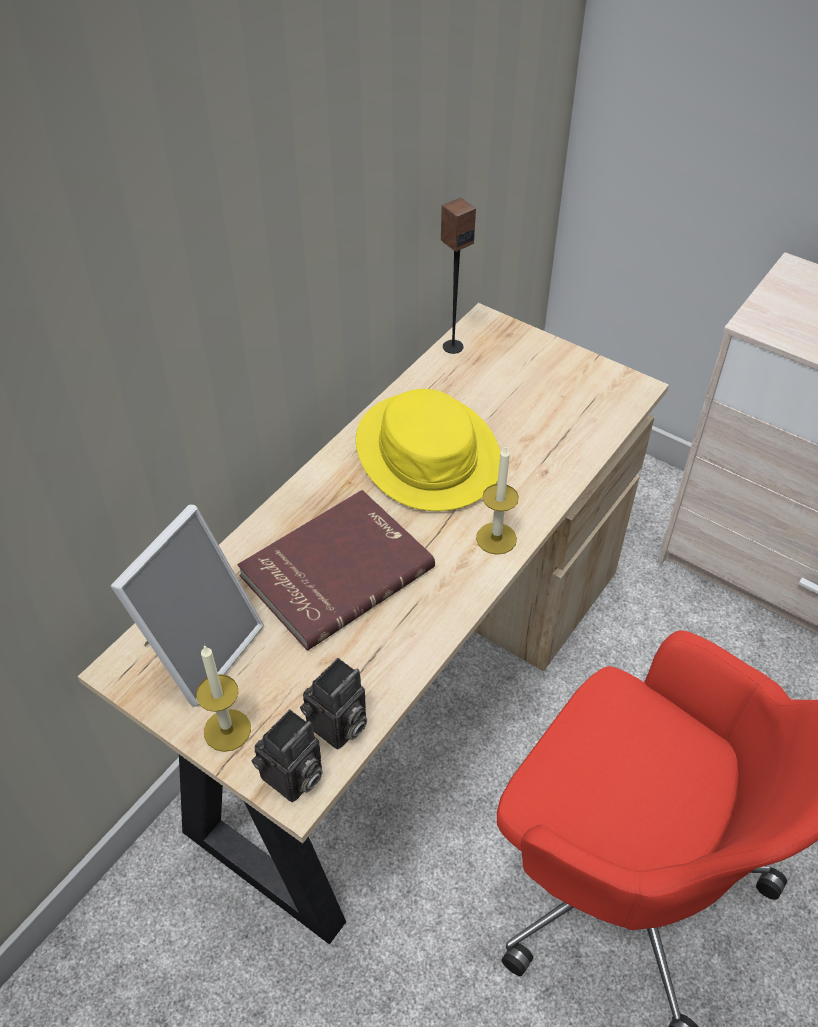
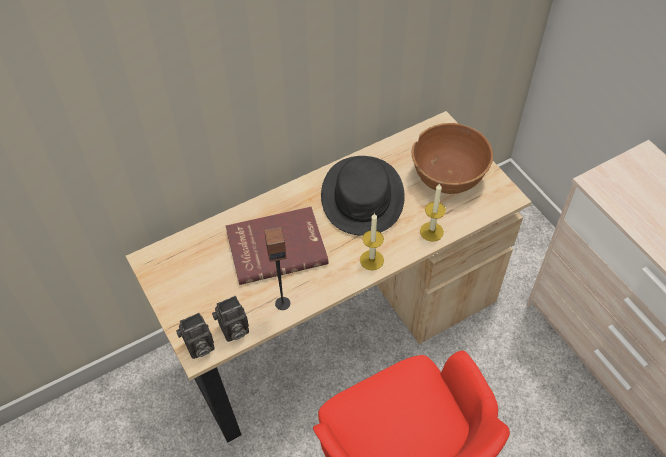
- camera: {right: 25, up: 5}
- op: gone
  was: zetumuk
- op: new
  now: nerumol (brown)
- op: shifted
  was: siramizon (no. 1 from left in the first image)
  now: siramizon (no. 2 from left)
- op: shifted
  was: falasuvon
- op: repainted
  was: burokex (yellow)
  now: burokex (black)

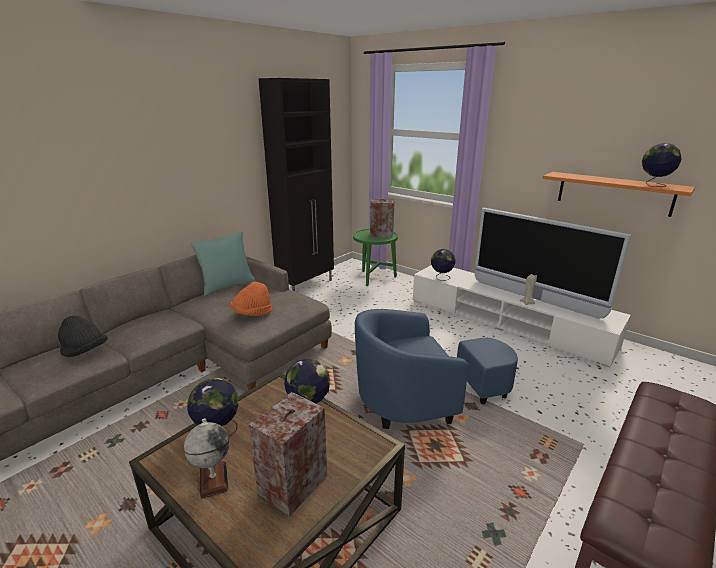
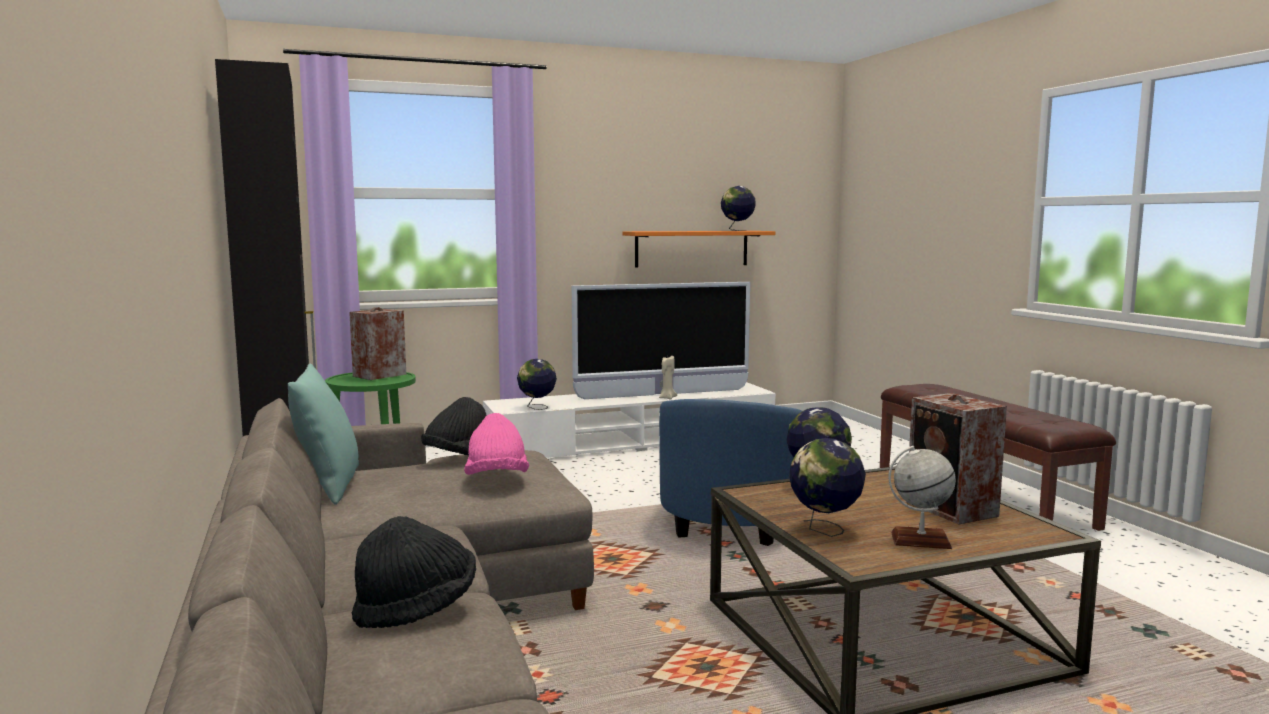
- camera: {right: -60, up: -15}
- op: new
  now: burokex (black) (no. 2 from left)
- op: repainted
  was: burokex (orange)
  now: burokex (pink)

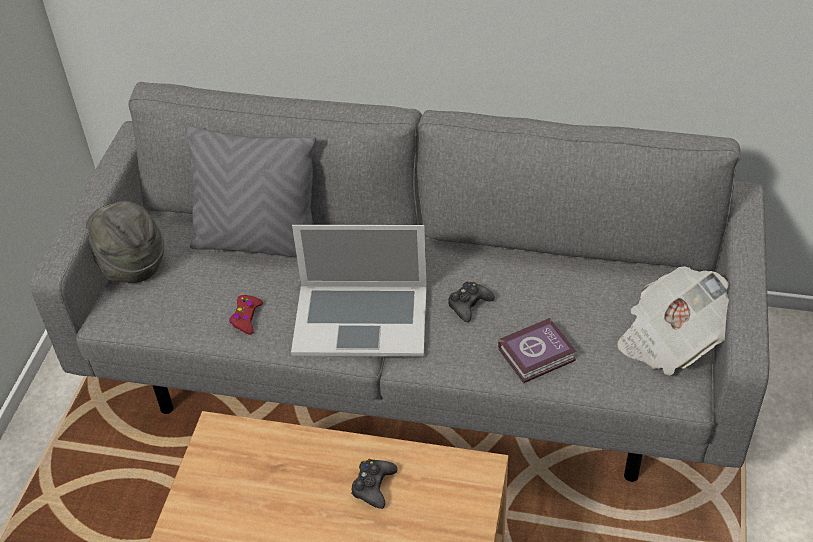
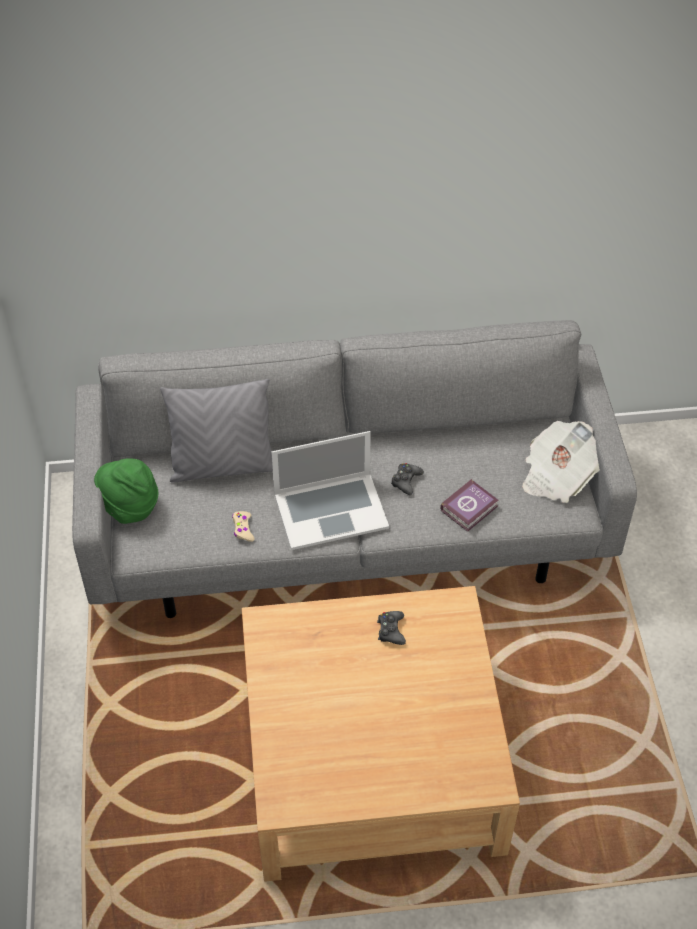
- camera: {right: -20, up: 5}
- op: repainted
  was: burokex (grey)
  now: burokex (green)
- op: repainted
  was: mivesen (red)
  now: mivesen (beige)

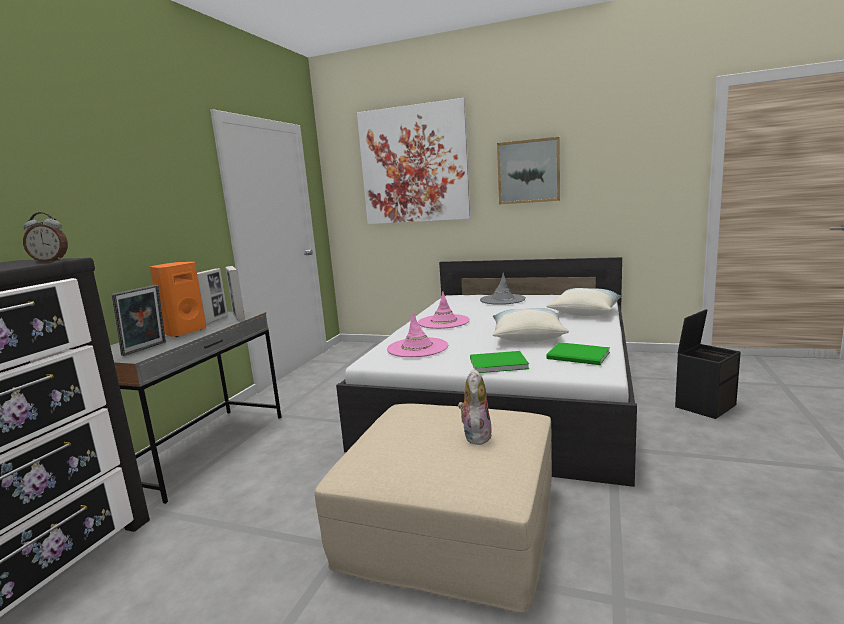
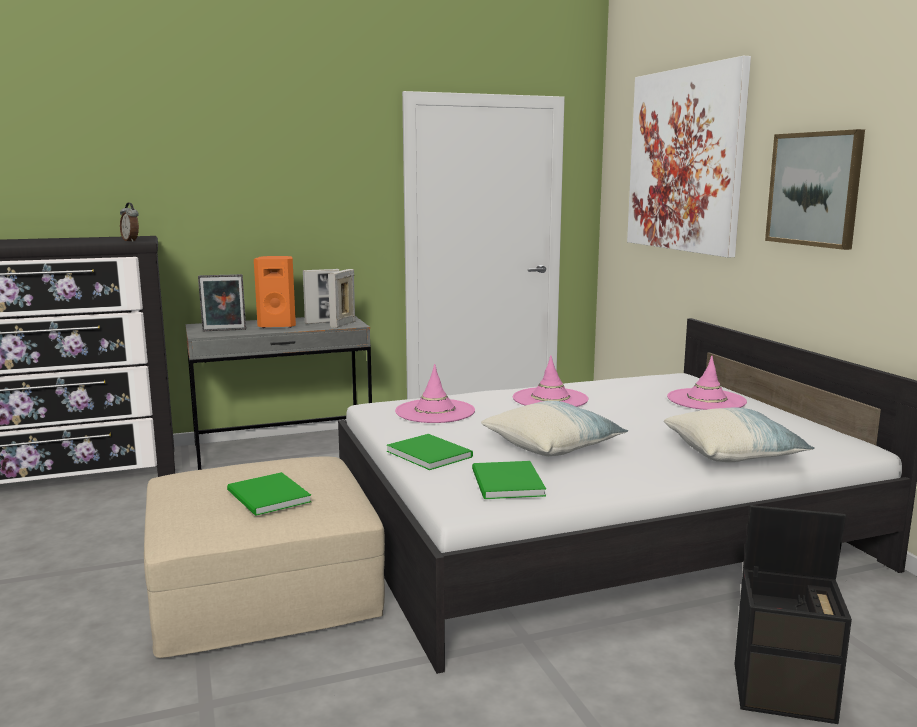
- camera: {right: 50, up: 0}
- op: swapped
  was: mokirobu
  now: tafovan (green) (no. 1 from left)
- op: repainted
  was: burokex (grey)
  now: burokex (pink) (no. 3 from left)

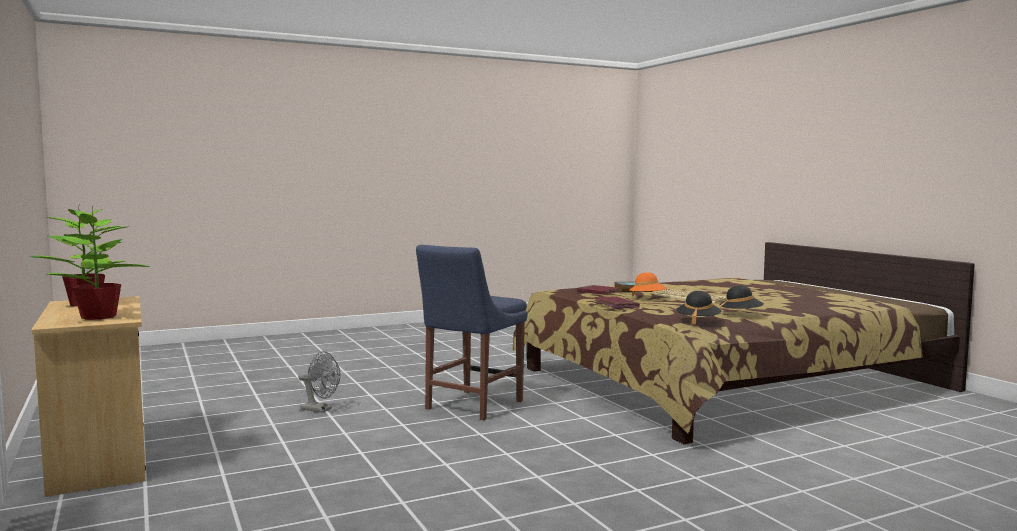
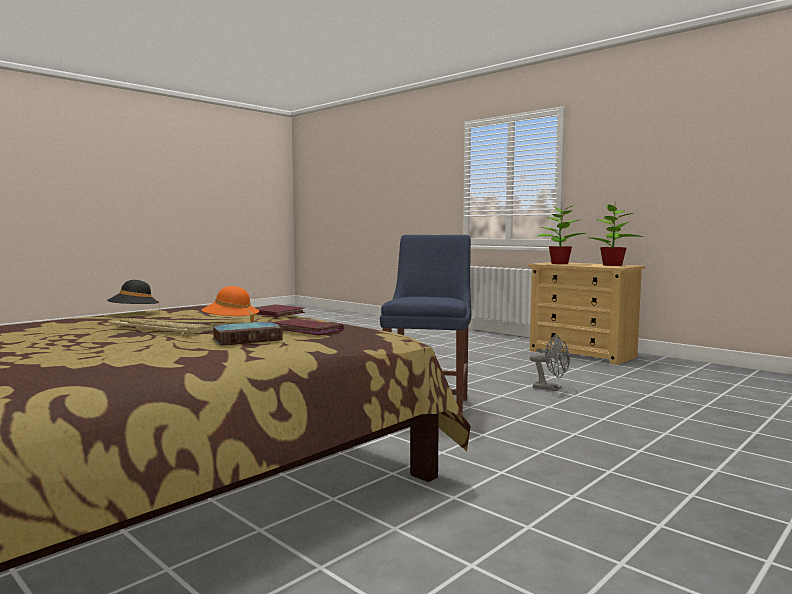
- camera: {right: 160, up: 0}
- op: gone
  was: burokex (black) (no. 1 from left)
- op: rotated
  was: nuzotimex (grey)
  clockwise: -150

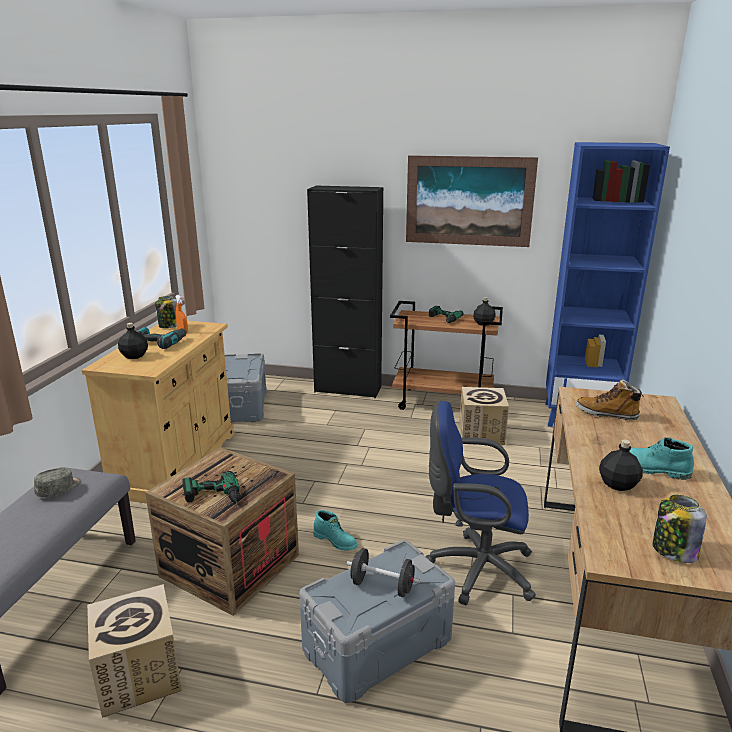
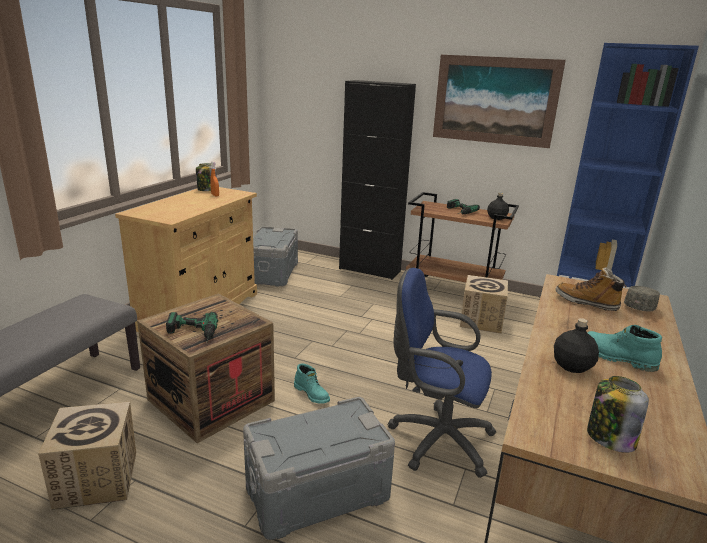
- camera: {right: 10, up: 0}
- op: gone
  was: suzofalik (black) (no. 1 from left)
- op: gone
  was: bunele (no. 1 from left)
- op: gone
  was: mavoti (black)
- op: shifted
  was: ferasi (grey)

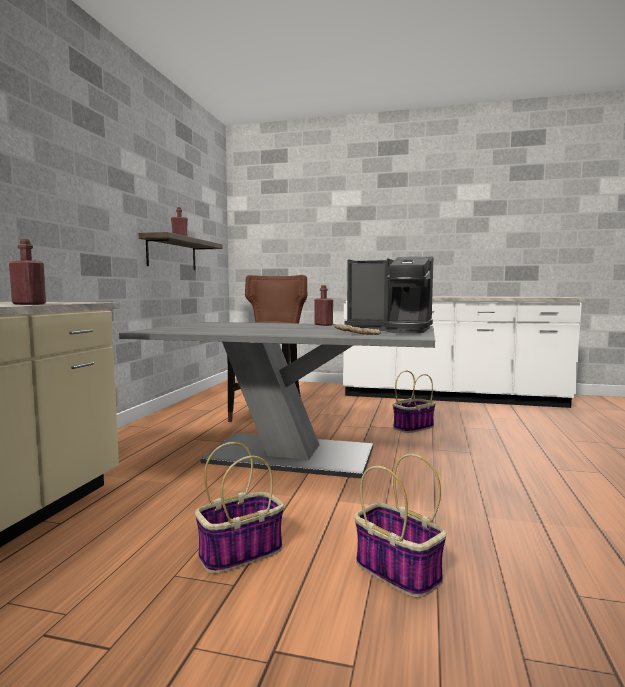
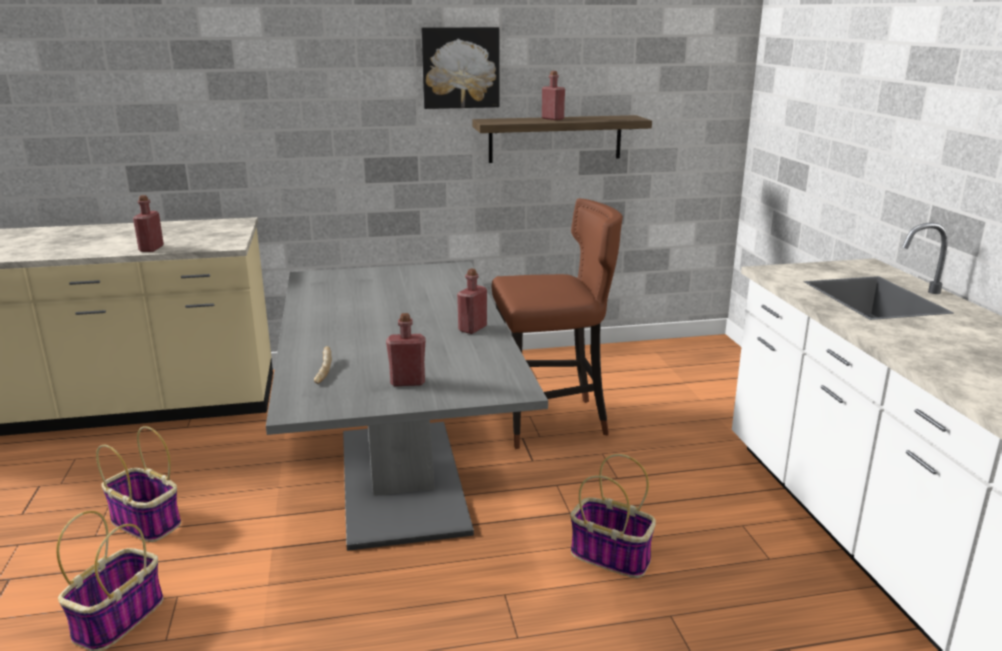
- camera: {right: 65, up: 15}
- op: new
  now: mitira
- op: swapped
  was: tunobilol
  now: suzofalik (red) (no. 2 from left)

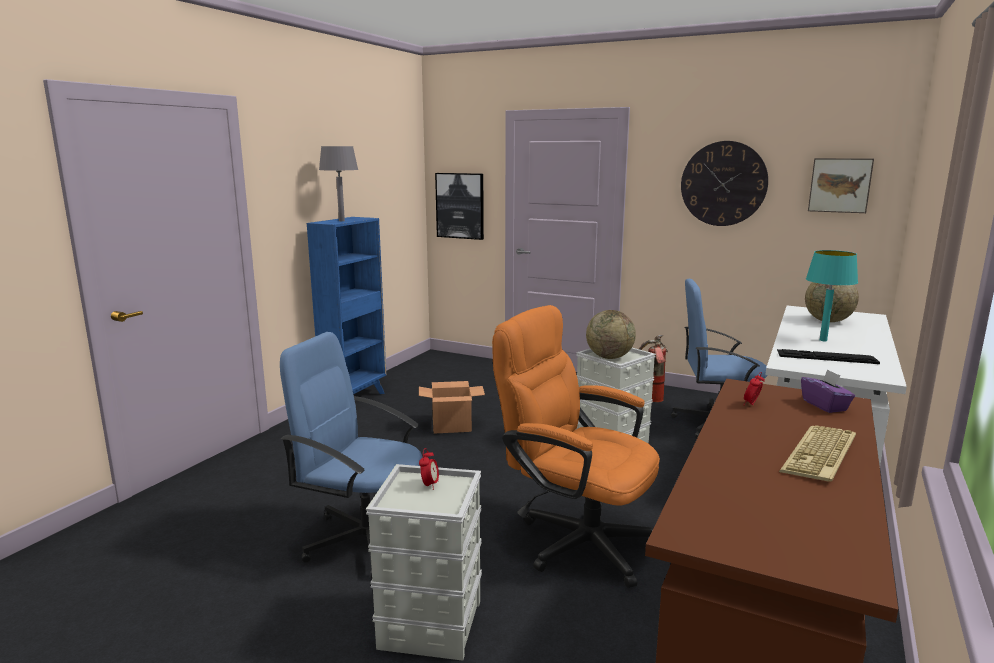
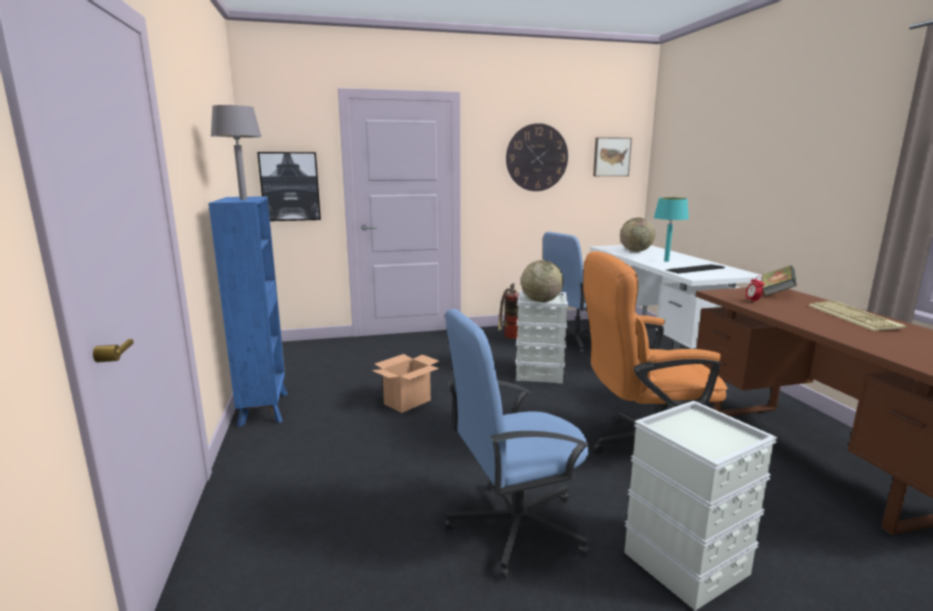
- camera: {right: -40, up: 0}
- op: gone
  was: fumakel (no. 1 from left)
- op: swapped
  was: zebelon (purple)
  now: tafovan

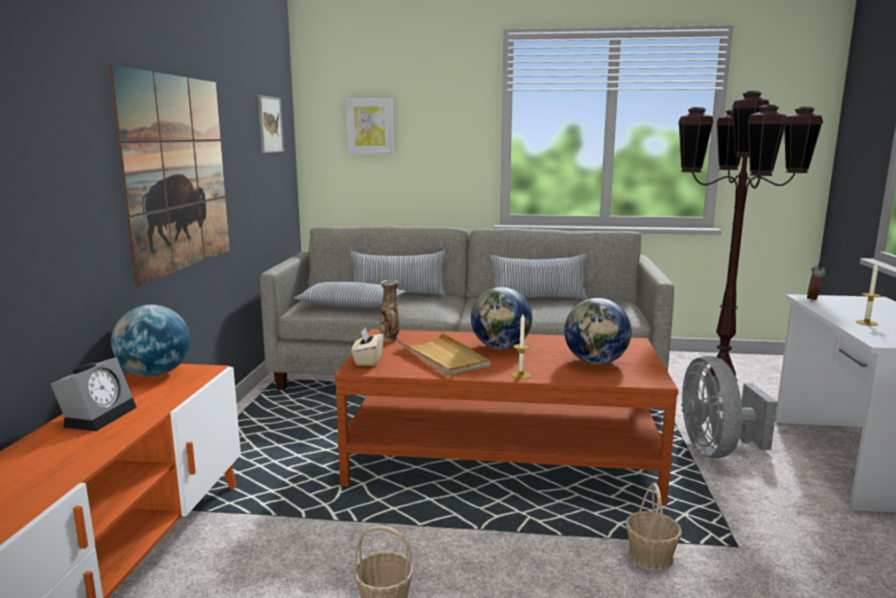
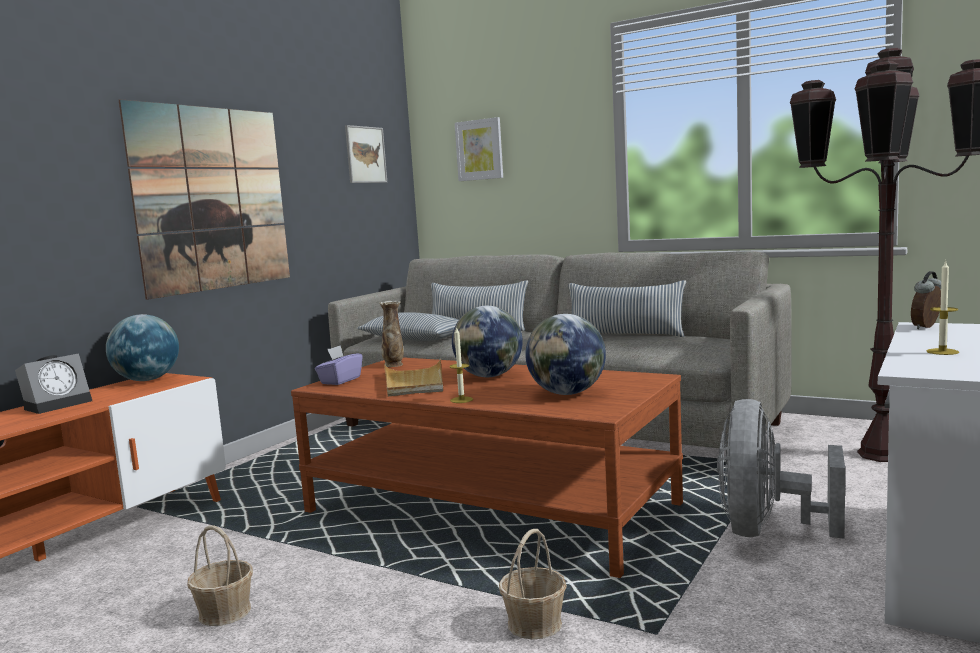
- camera: {right: 25, up: -5}
- op: repainted
  was: zebelon (beige)
  now: zebelon (purple)

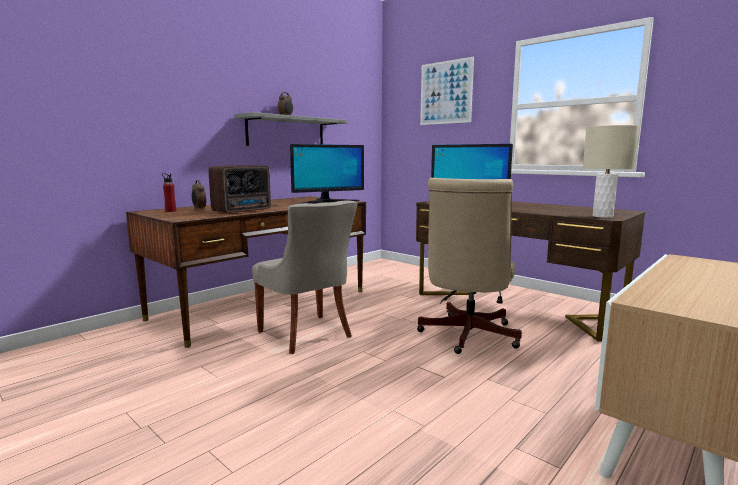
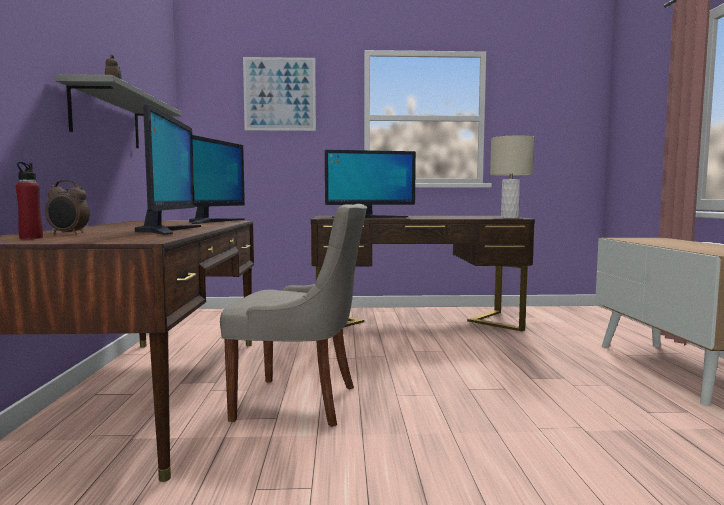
- camera: {right: -45, up: -5}
- op: gone
  was: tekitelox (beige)
- op: swapped
  was: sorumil
  now: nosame (no. 1 from left)

